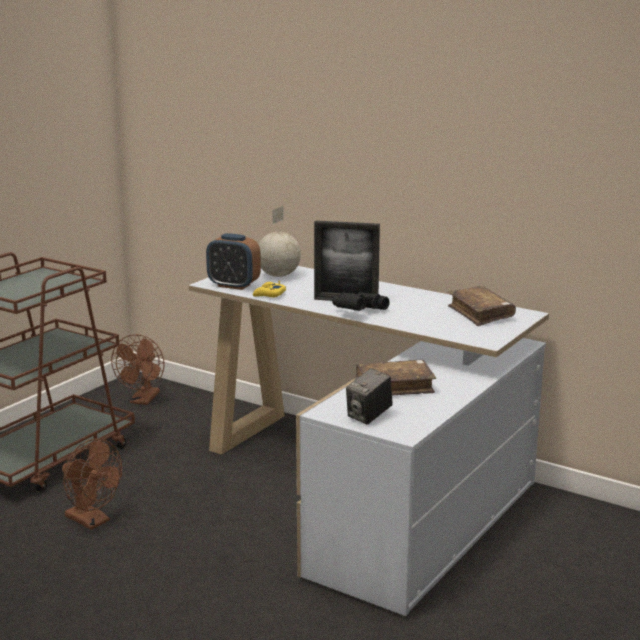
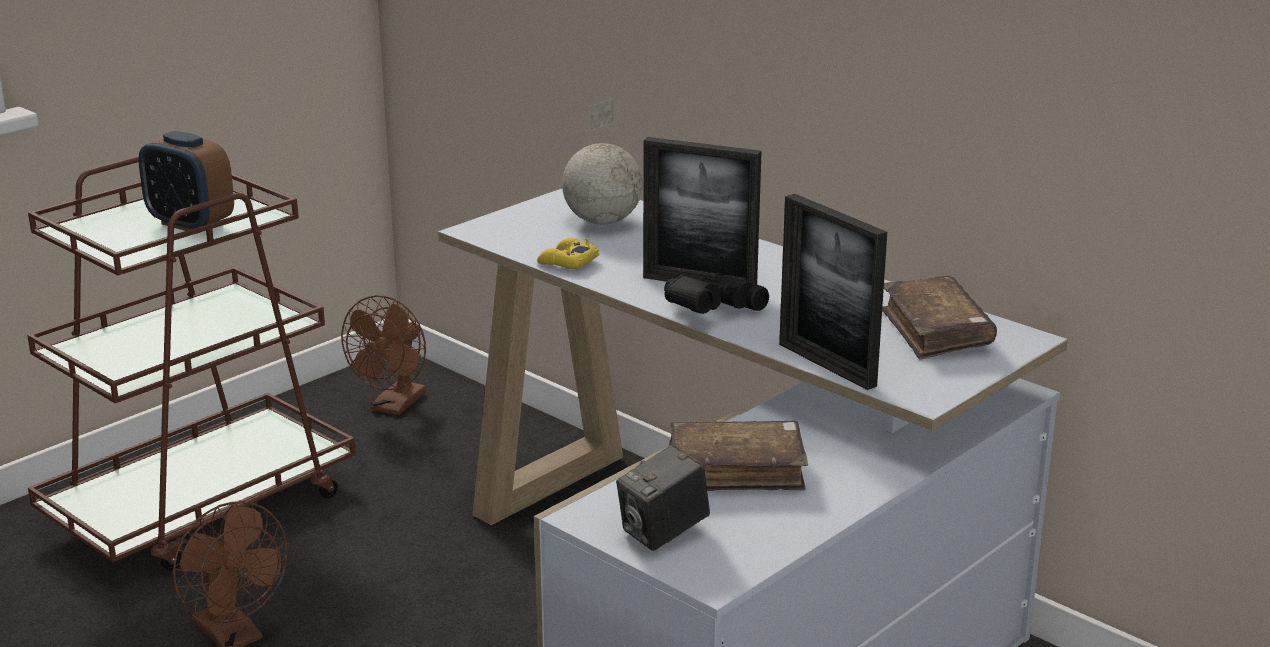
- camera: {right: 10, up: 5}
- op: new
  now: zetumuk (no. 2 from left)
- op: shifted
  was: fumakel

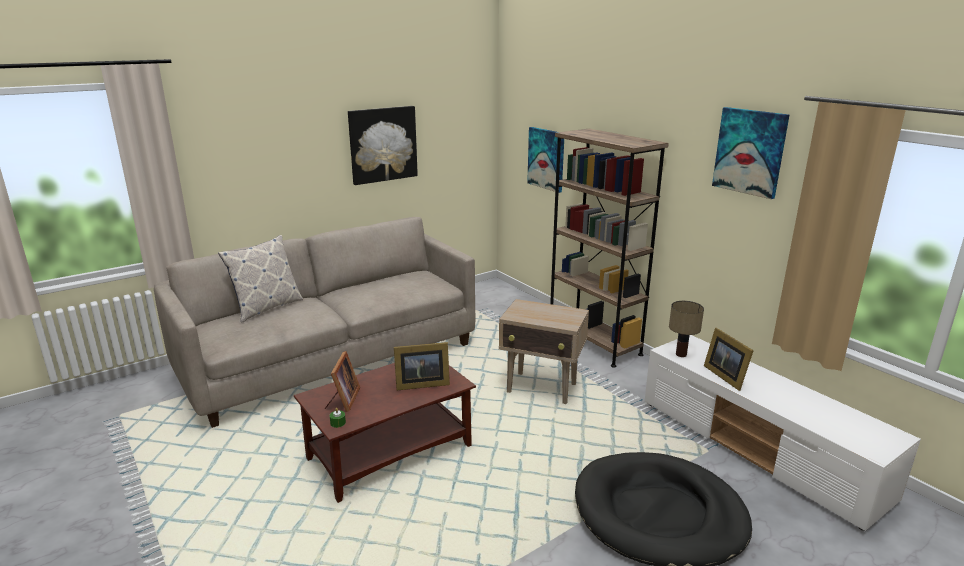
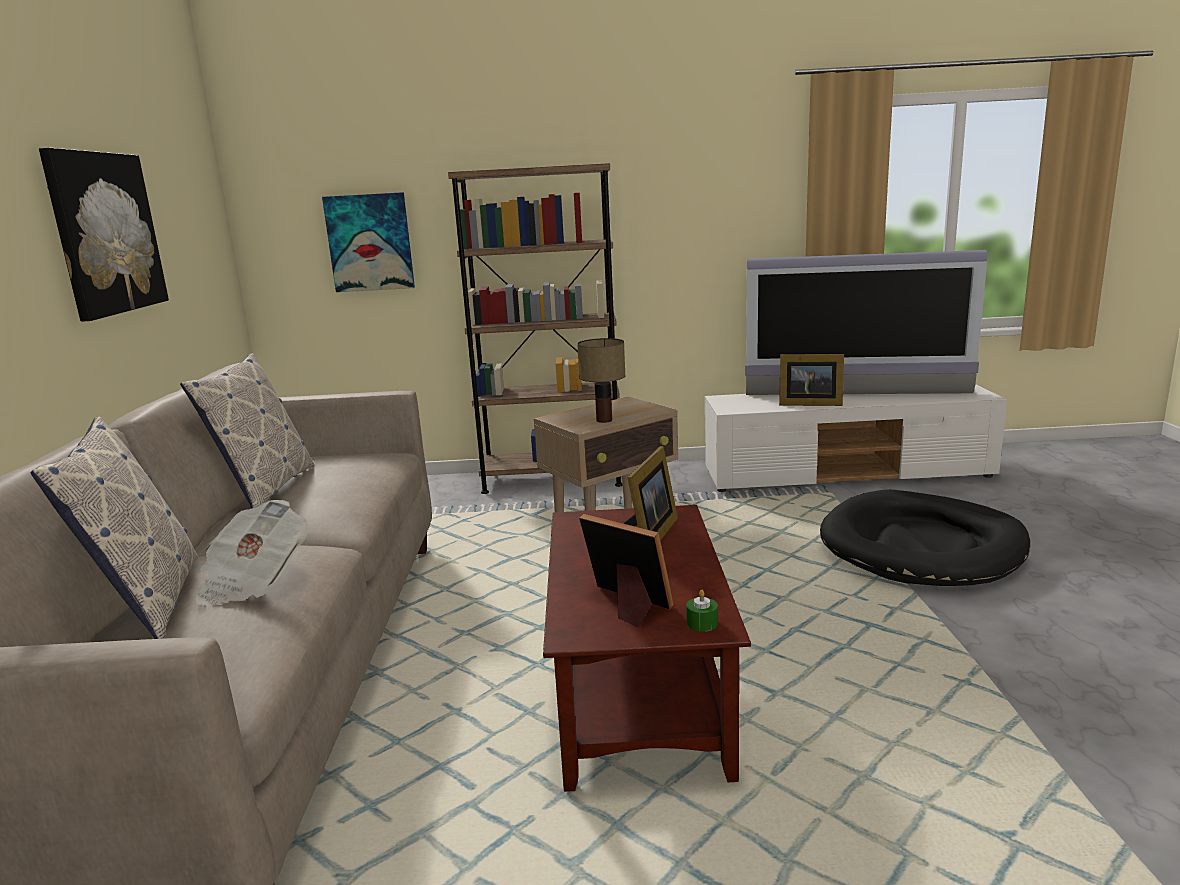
- camera: {right: -55, up: -5}
- op: gone
  was: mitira (no. 3 from left)
- op: new
  now: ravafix (no. 2 from left)
- op: new
  now: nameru
- op: new
  now: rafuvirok
- op: shifted
  was: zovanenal

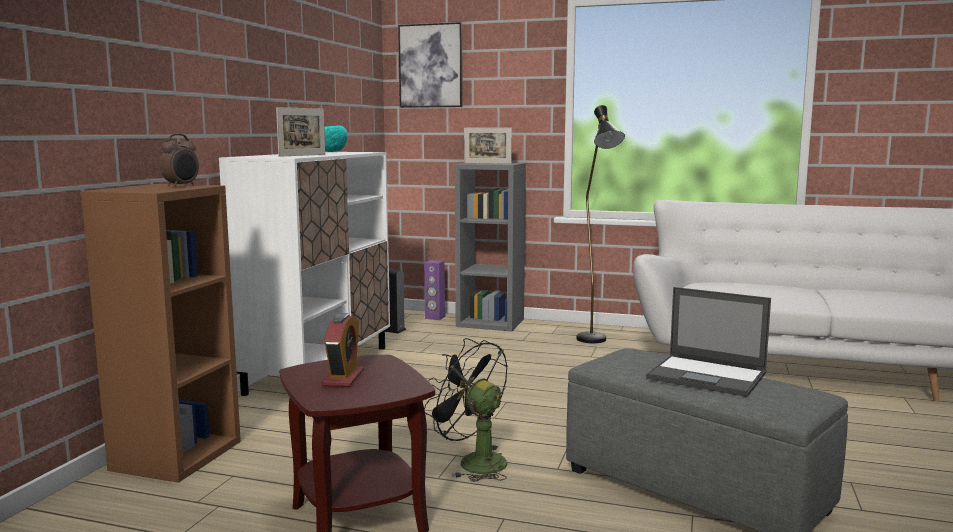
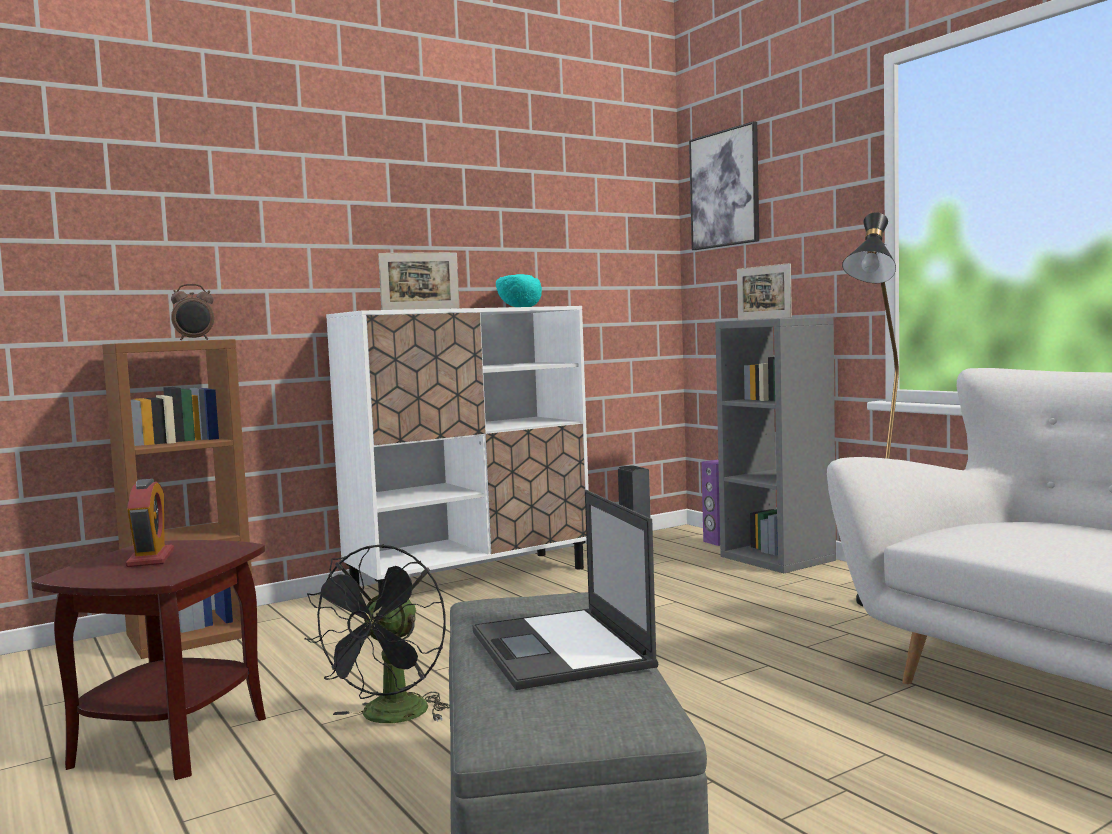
- camera: {right: 40, up: -5}
- op: rotated
  was: fumakel (no. 2 from left in the first image)
  clockwise: -60
- op: rotated
  was: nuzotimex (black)
  clockwise: -150

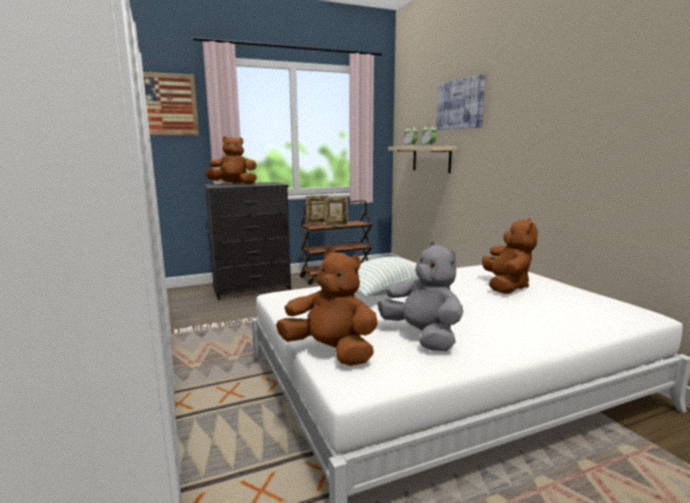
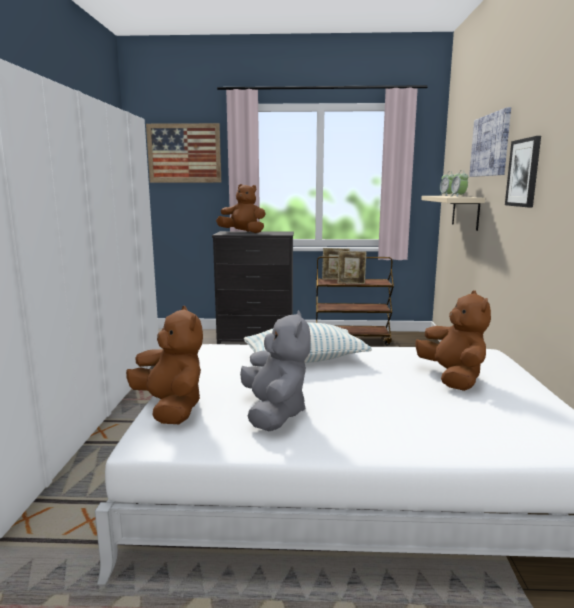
- camera: {right: 25, up: 0}
- op: new
  now: mitira (no. 3 from left)
- op: rotated
  was: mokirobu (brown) (no. 3 from left)
  clockwise: -45

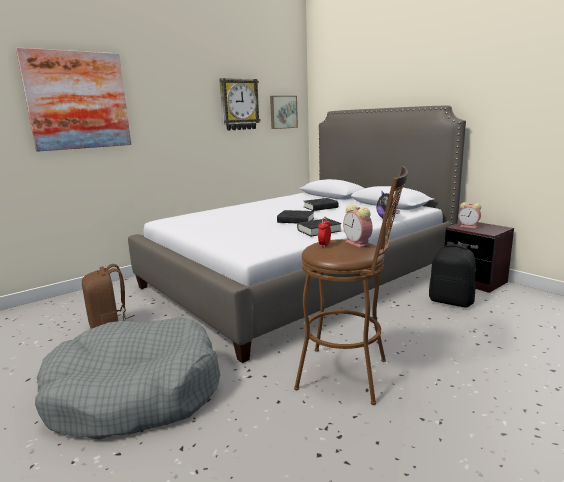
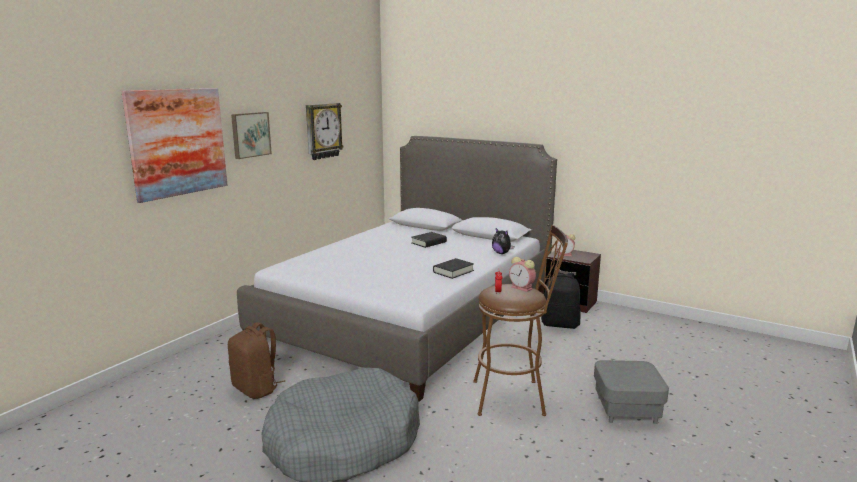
- camera: {right: -20, up: 0}
- op: gone
  was: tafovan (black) (no. 1 from left)
- op: new
  now: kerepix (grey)
- op: shifted
  was: mitira (no. 2 from left)

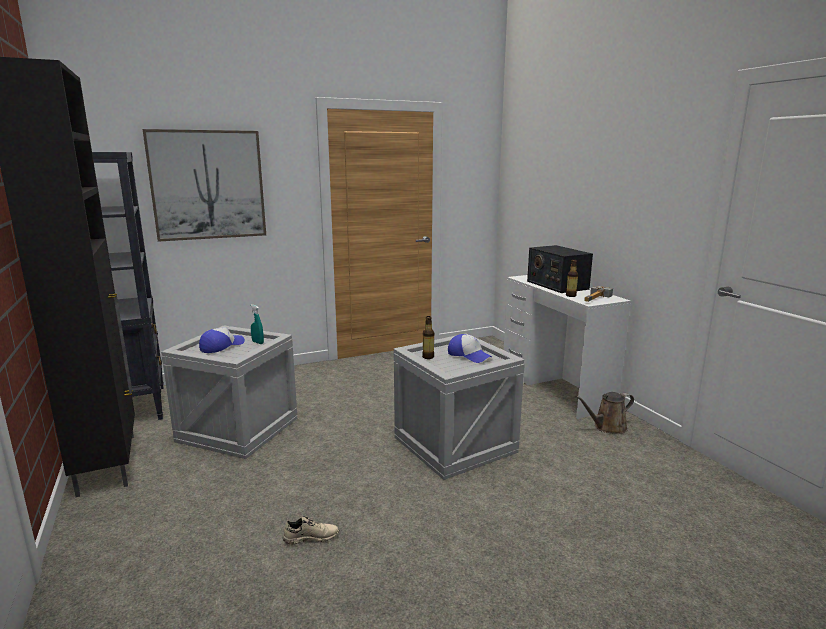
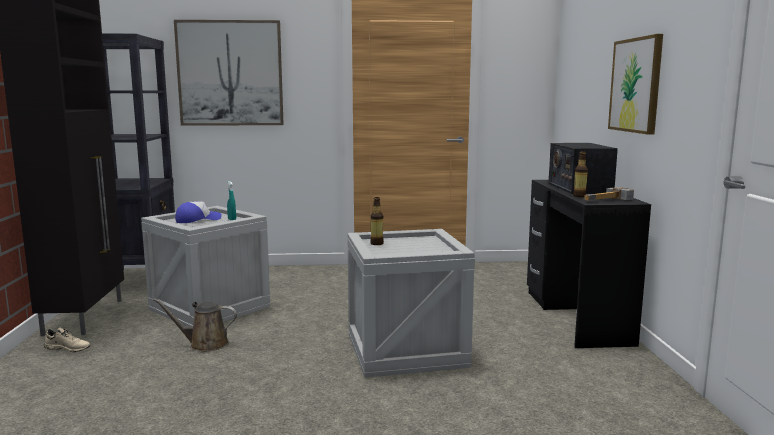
- camera: {right: 20, up: -5}
- op: gone
  was: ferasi (no. 2 from left)
- op: new
  now: mitira (no. 2 from left)
- op: shifted
  was: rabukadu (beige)
- op: shifted
  was: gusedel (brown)
- op: repainted
  was: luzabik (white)
  now: luzabik (black)

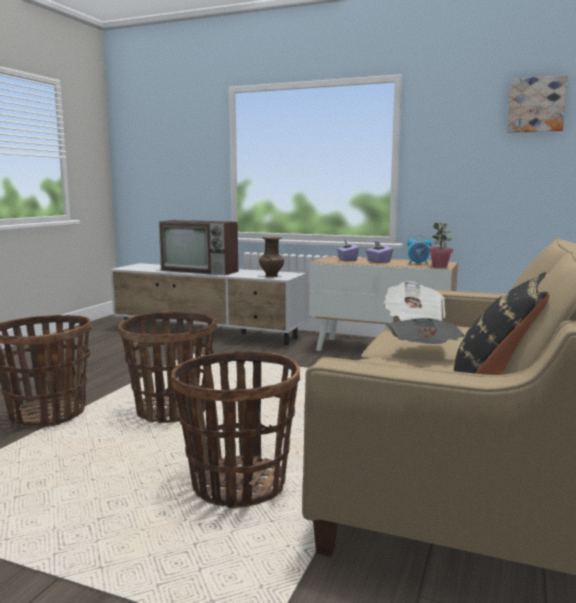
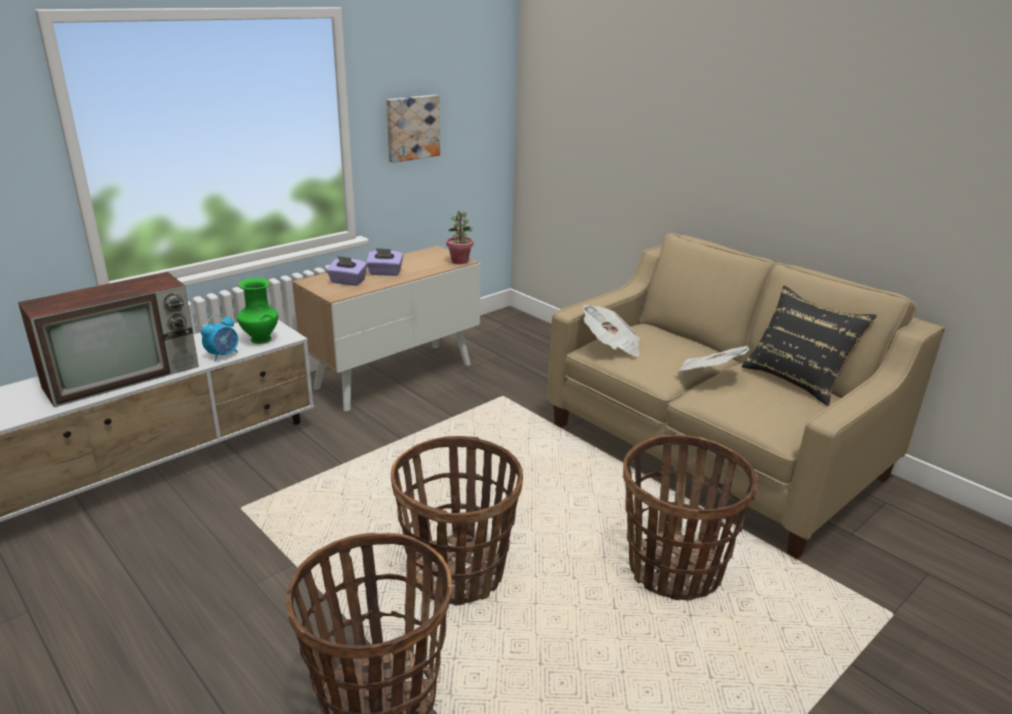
- camera: {right: -65, up: 15}
- op: shifted
  was: fumakel
- op: shifted
  was: mitira
- op: repainted
  was: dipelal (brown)
  now: dipelal (green)

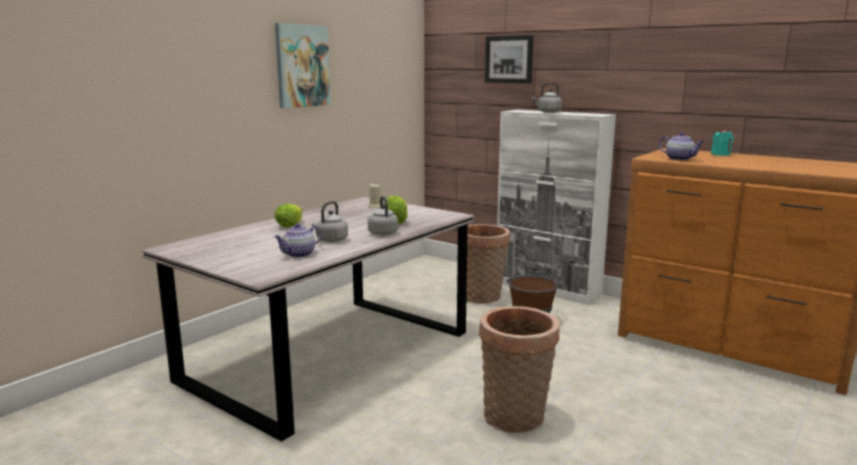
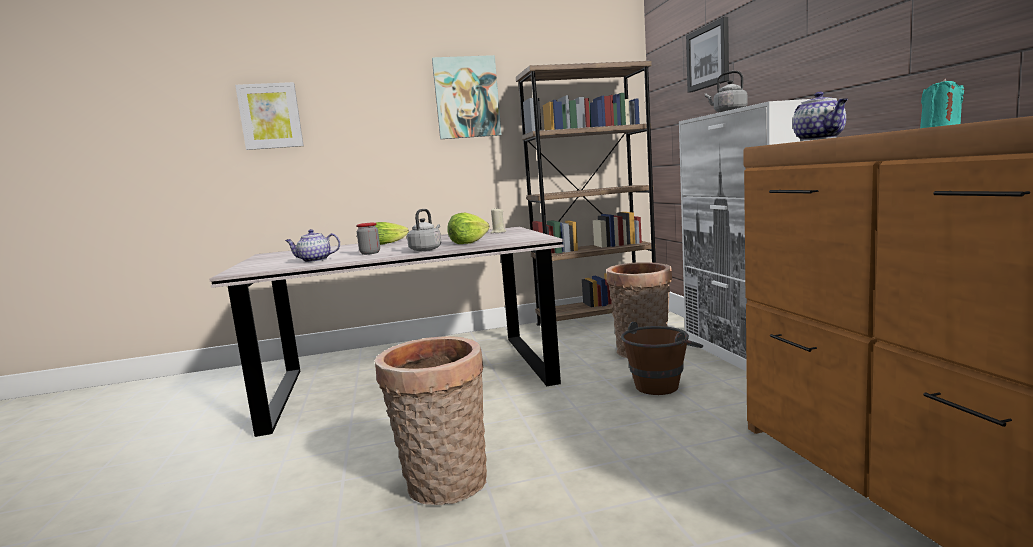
- camera: {right: 40, up: -5}
- op: new
  now: mitira (no. 1 from left)
- op: new
  now: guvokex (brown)
- op: swapped
  was: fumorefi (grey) (no. 1 from left)
  now: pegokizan

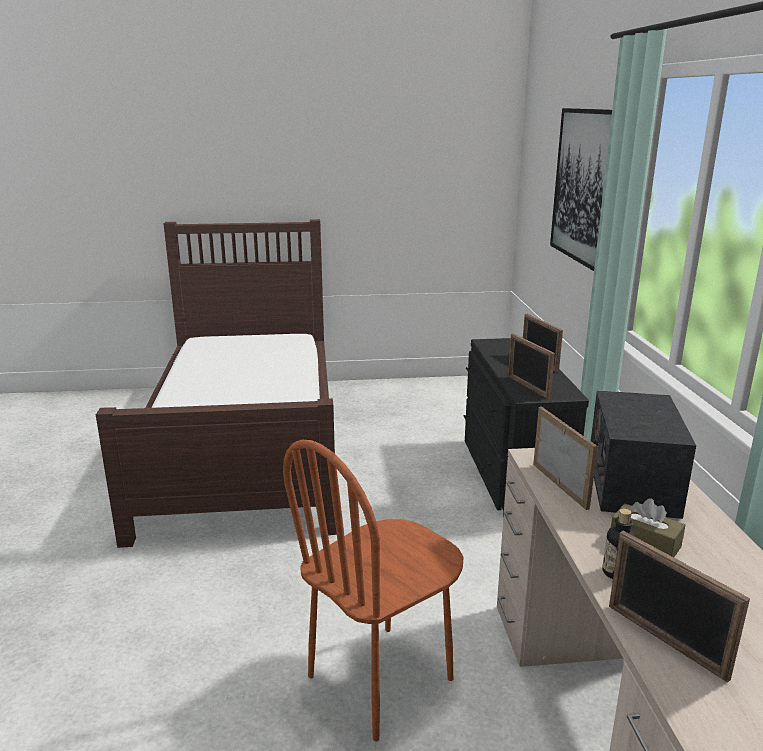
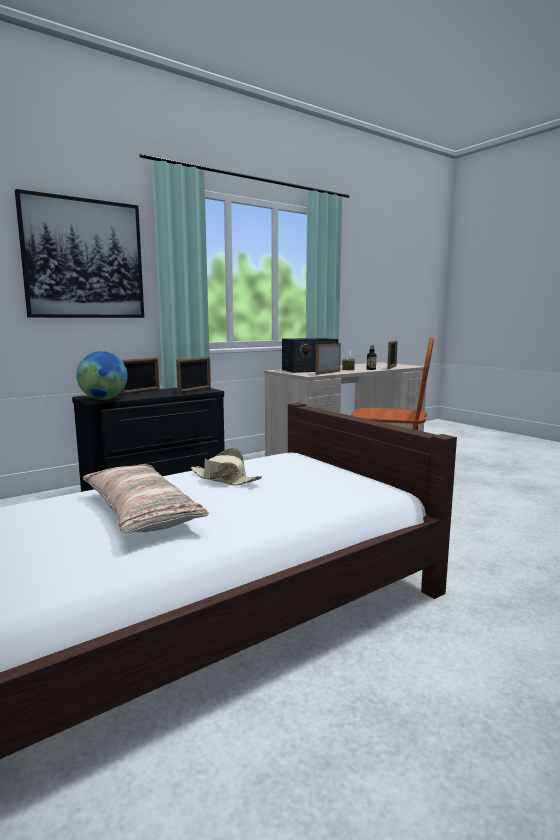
- camera: {right: -120, up: -10}
- op: new
  now: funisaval
- op: new
  now: ravafix
- op: new
  now: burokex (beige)

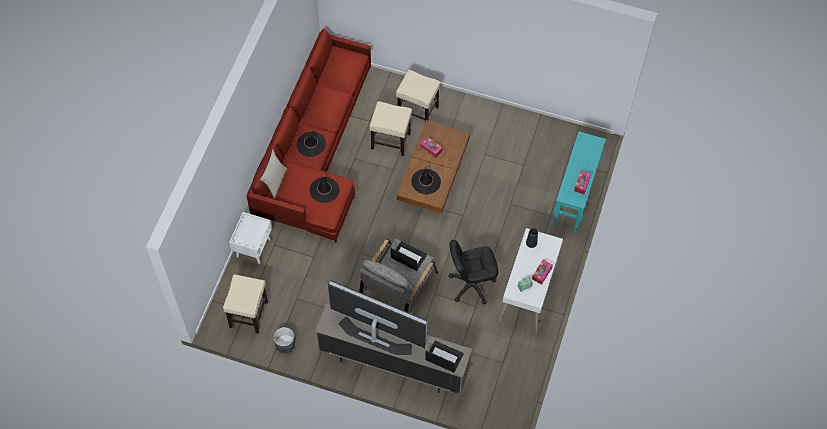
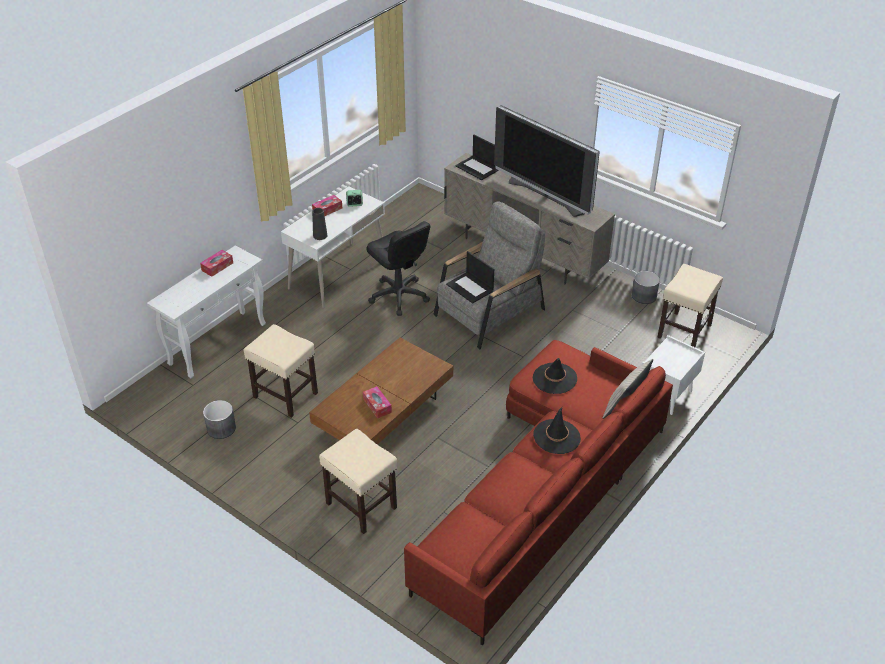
- camera: {right: -160, up: -20}
- op: gone
  was: burokex (black) (no. 3 from left)
- op: new
  now: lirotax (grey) (no. 1 from left)
- op: shifted
  was: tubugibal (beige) (no. 2 from left in the first image)
  now: tubugibal (beige) (no. 1 from left)
- op: repainted
  was: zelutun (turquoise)
  now: zelutun (white)
- op: rotated
  was: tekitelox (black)
  clockwise: 45

